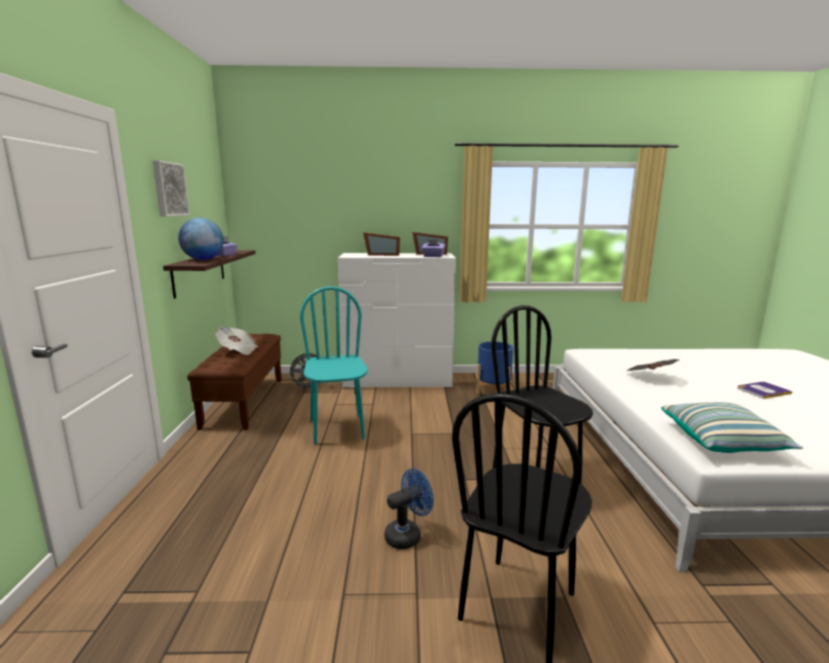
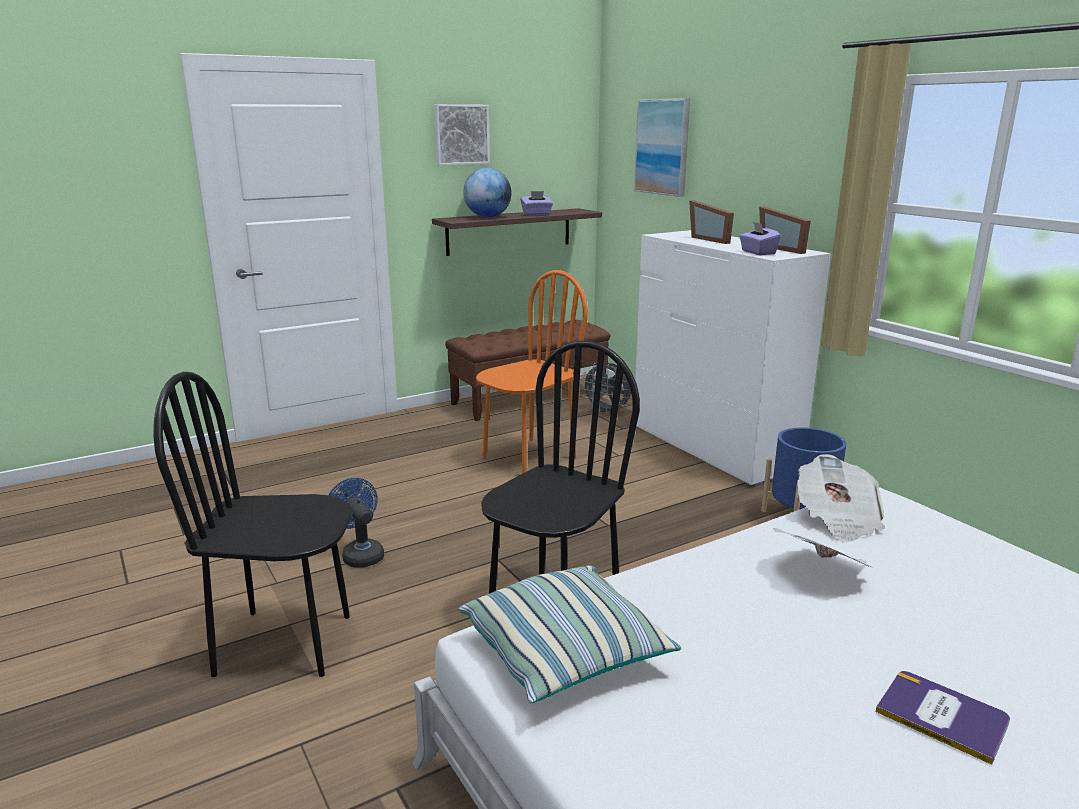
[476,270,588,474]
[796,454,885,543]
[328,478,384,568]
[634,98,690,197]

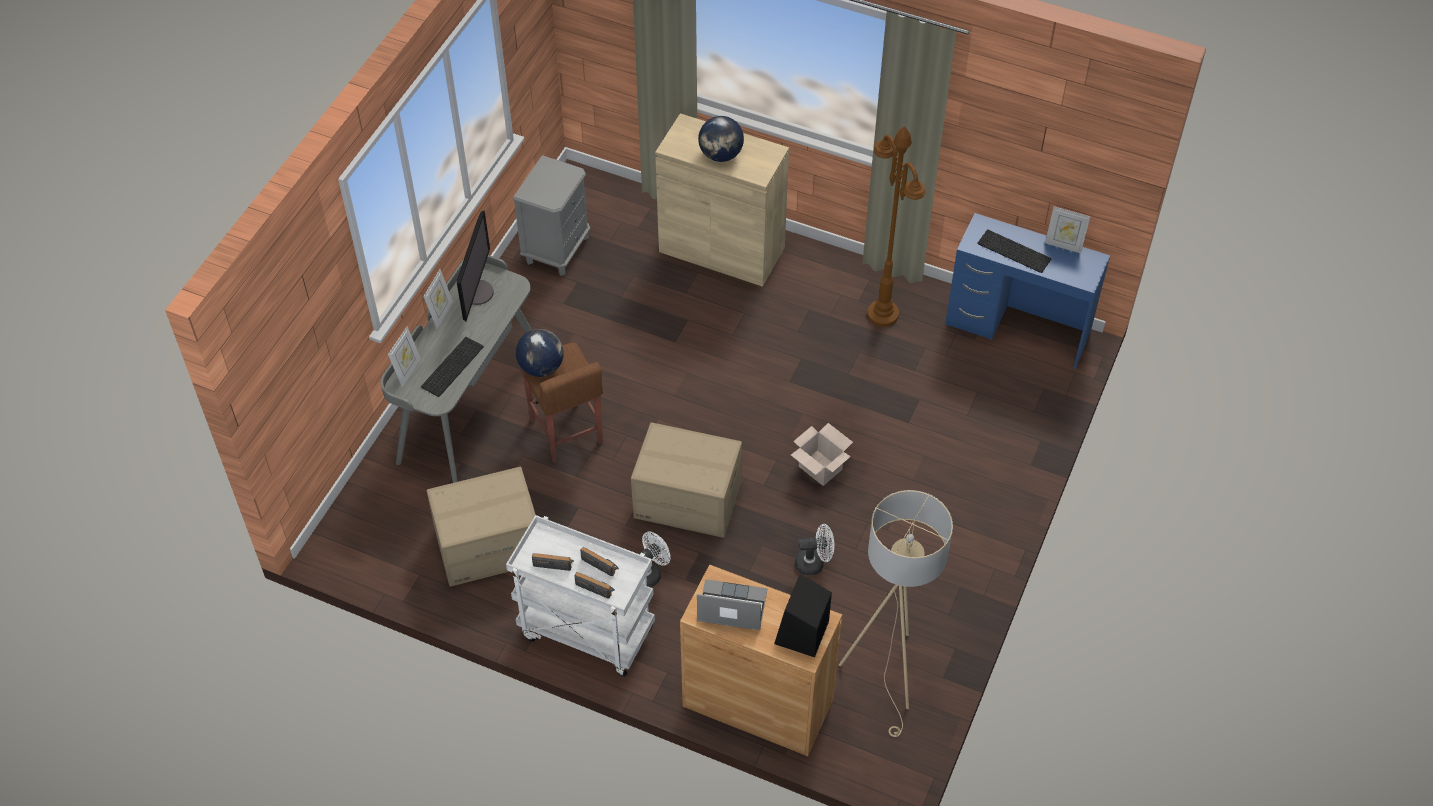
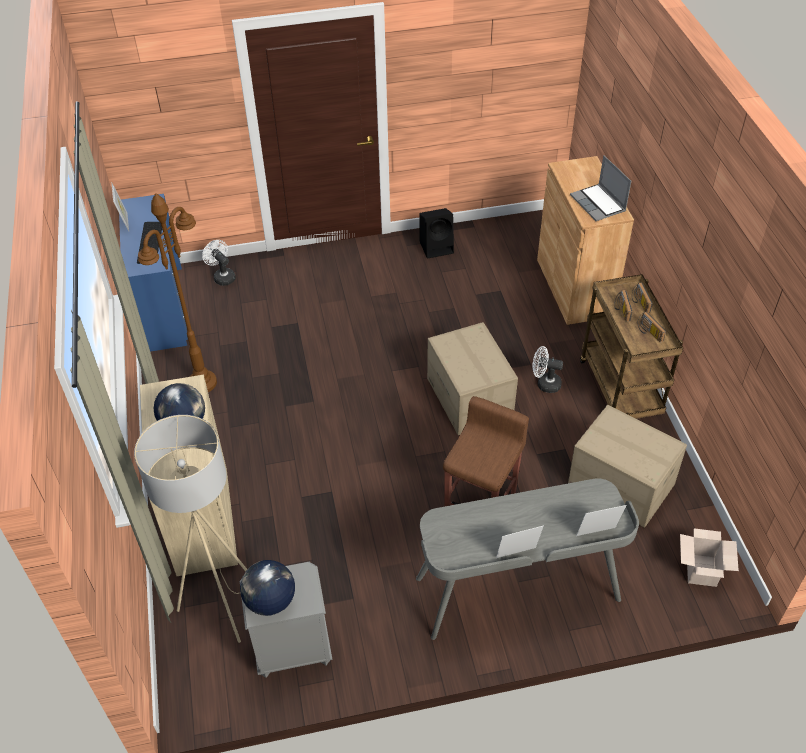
[457,210,494,321] (first image)
[240,560,295,616]
[421,337,484,397] (first image)
[680,528,739,587]
[134,415,248,643]
[580,274,683,419]
[202,240,236,286]
[419,208,454,259]

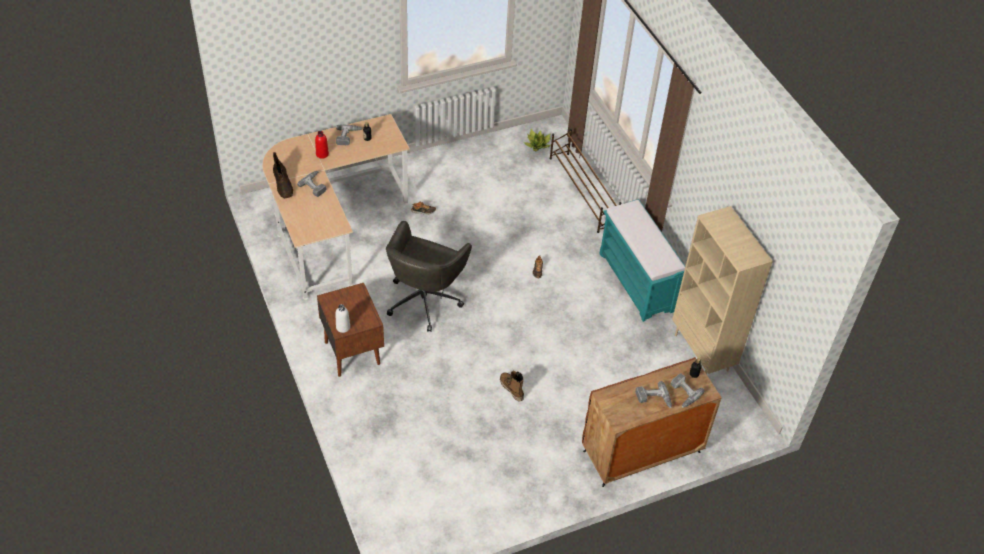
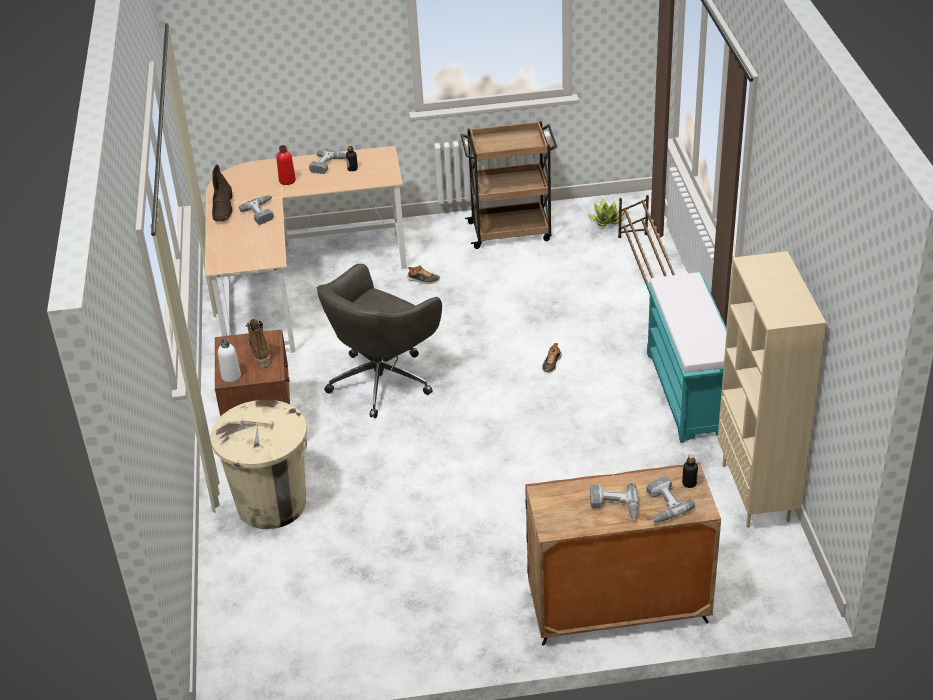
[246,319,271,368]
[461,121,557,249]
[210,400,307,529]

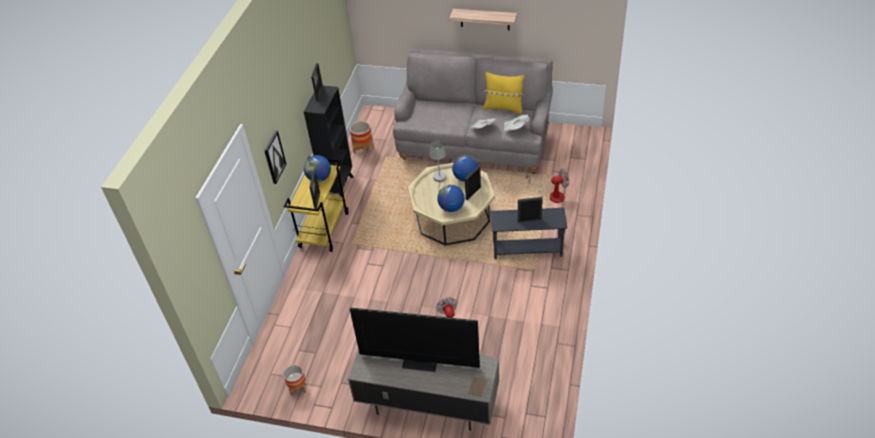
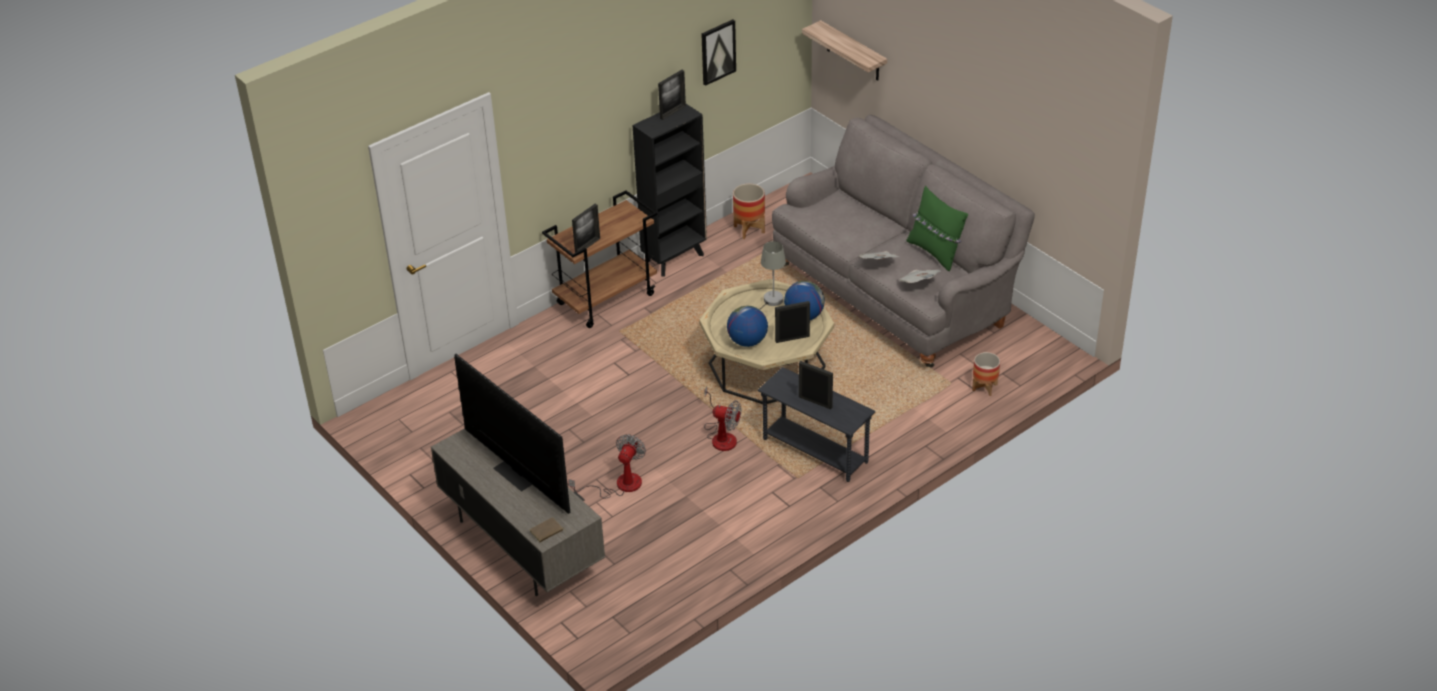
[802,20,887,80]
[906,186,968,272]
[701,19,736,86]
[304,155,331,182] (first image)
[542,190,657,328]
[704,386,741,451]
[972,352,1000,396]

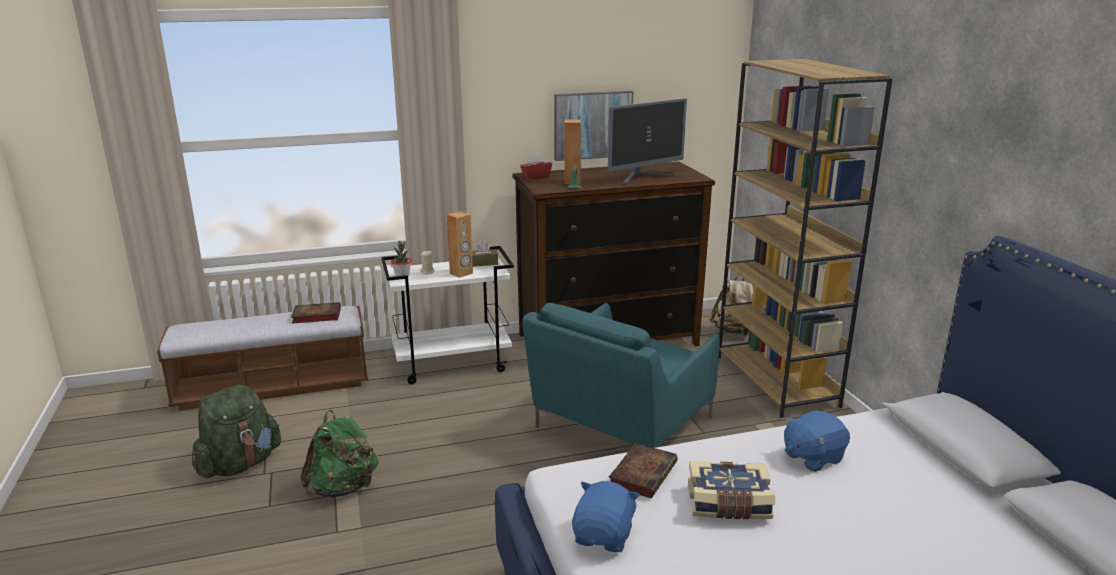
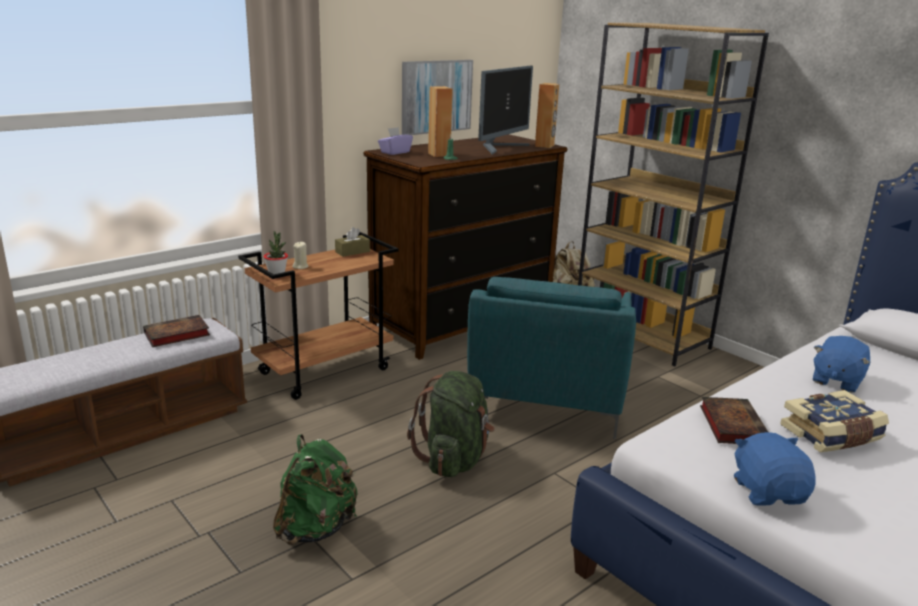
[378,127,413,155]
[535,83,559,148]
[238,232,399,400]
[407,371,495,477]

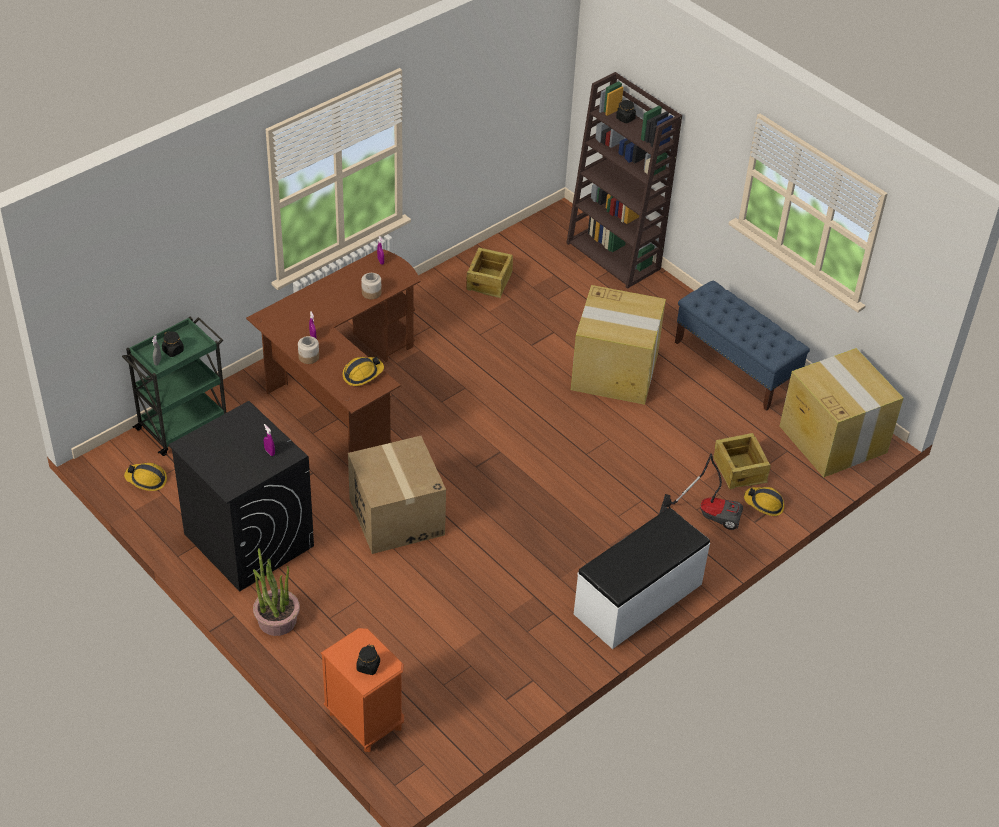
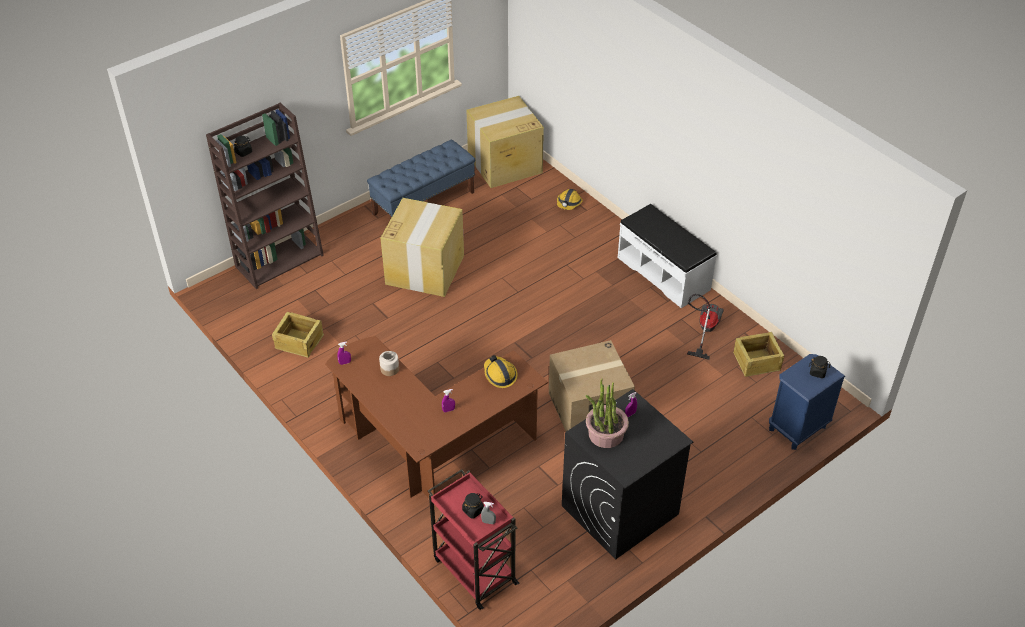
[428,469,519,610]
[298,336,319,364] (first image)
[733,332,784,377]
[687,294,724,360]
[124,463,167,491] (first image)
[586,379,629,448]
[769,354,845,450]

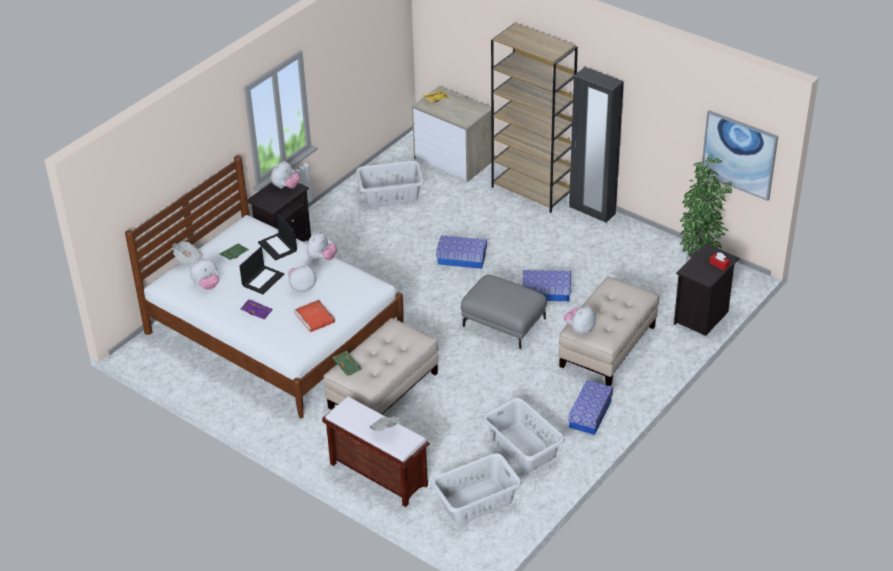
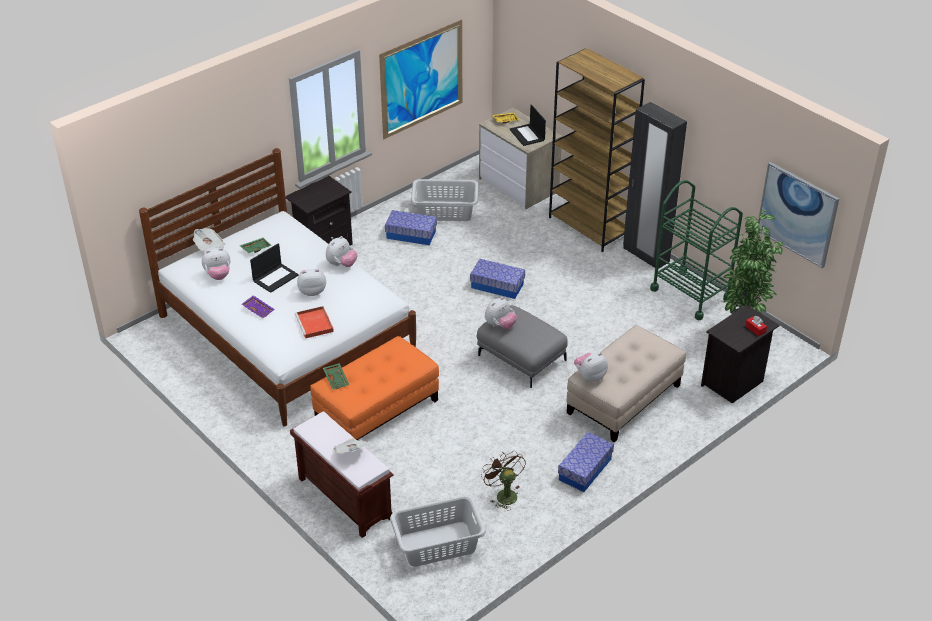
[485,297,517,329]
[510,105,546,146]
[385,210,437,245]
[310,336,439,440]
[481,450,526,510]
[379,19,462,139]
[650,180,743,320]

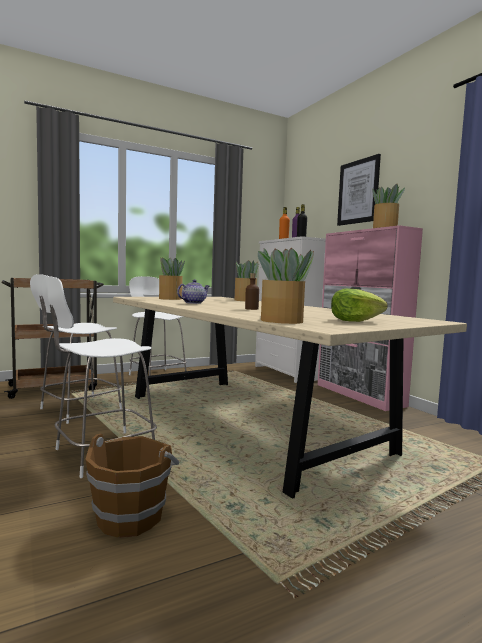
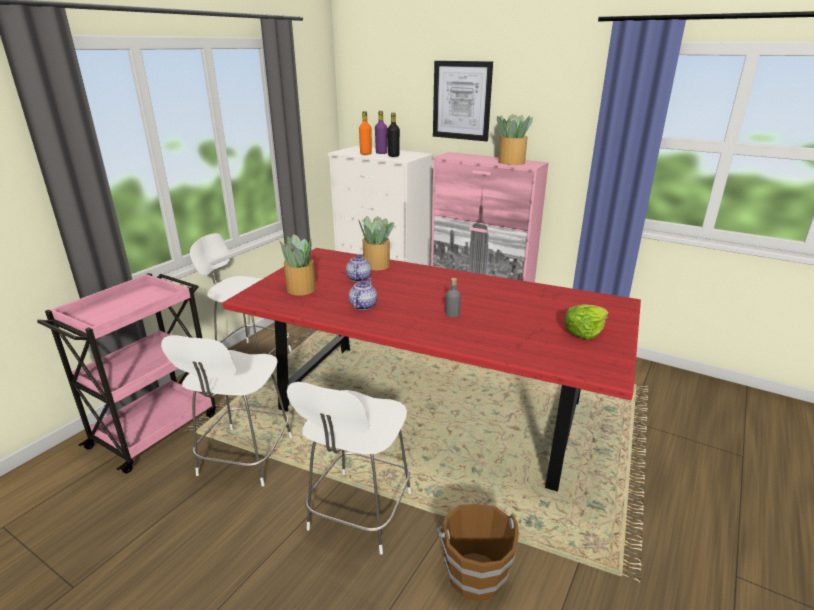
[258,248,314,324] (first image)
[445,278,461,317]
[37,273,216,474]
[222,248,641,492]
[346,254,371,282]

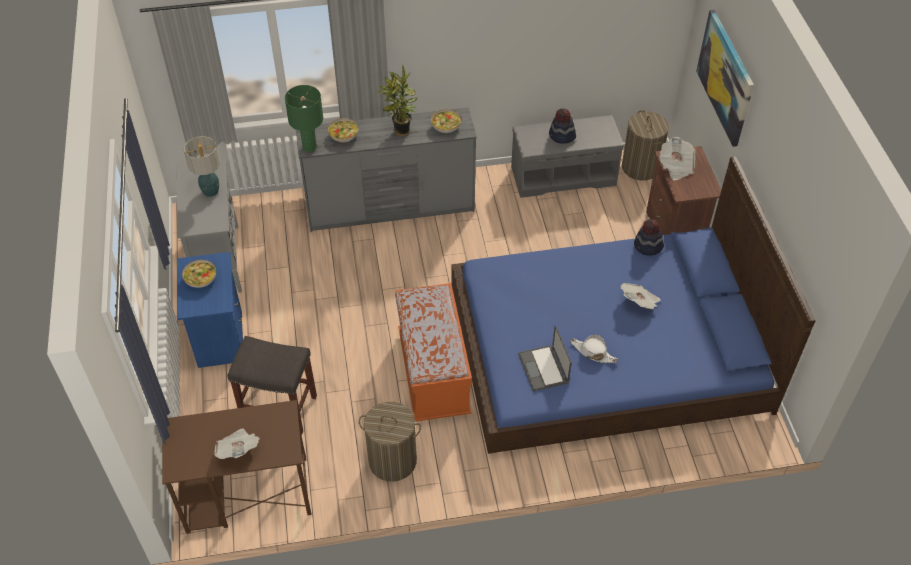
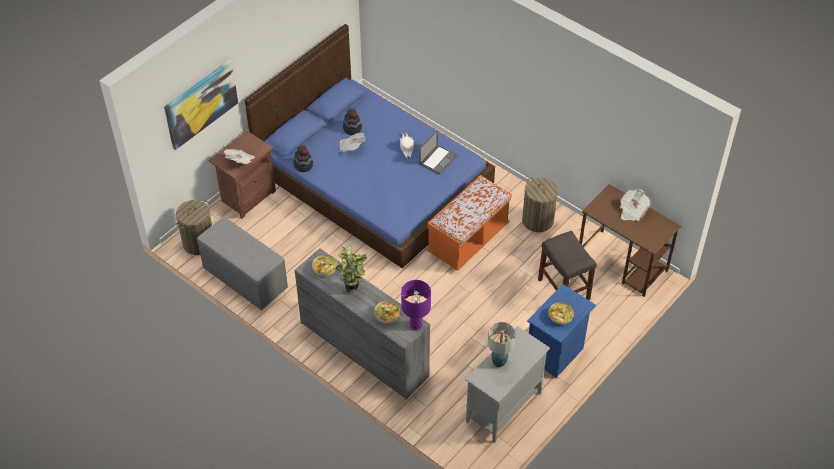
[401,280,431,330]
[343,108,362,135]

